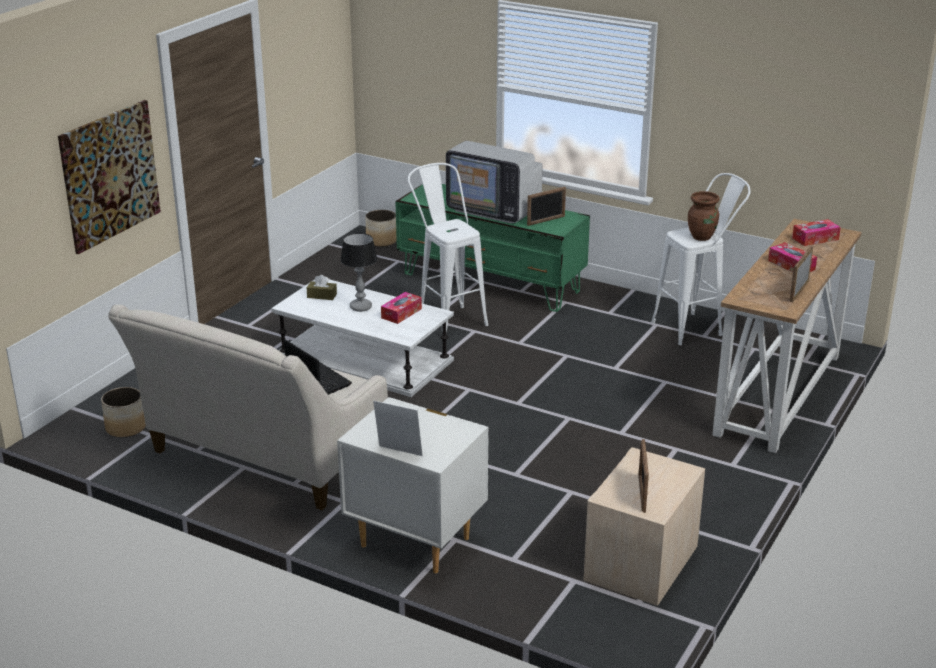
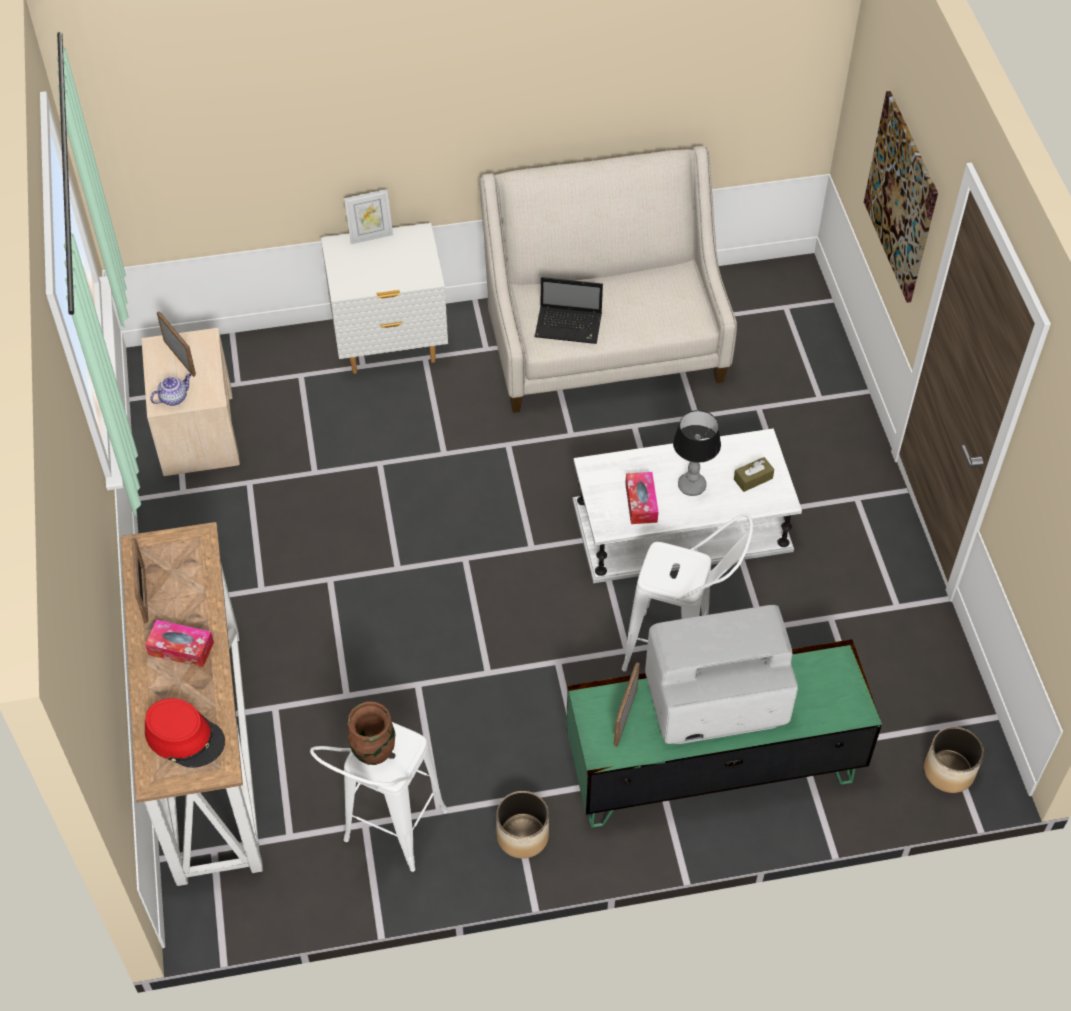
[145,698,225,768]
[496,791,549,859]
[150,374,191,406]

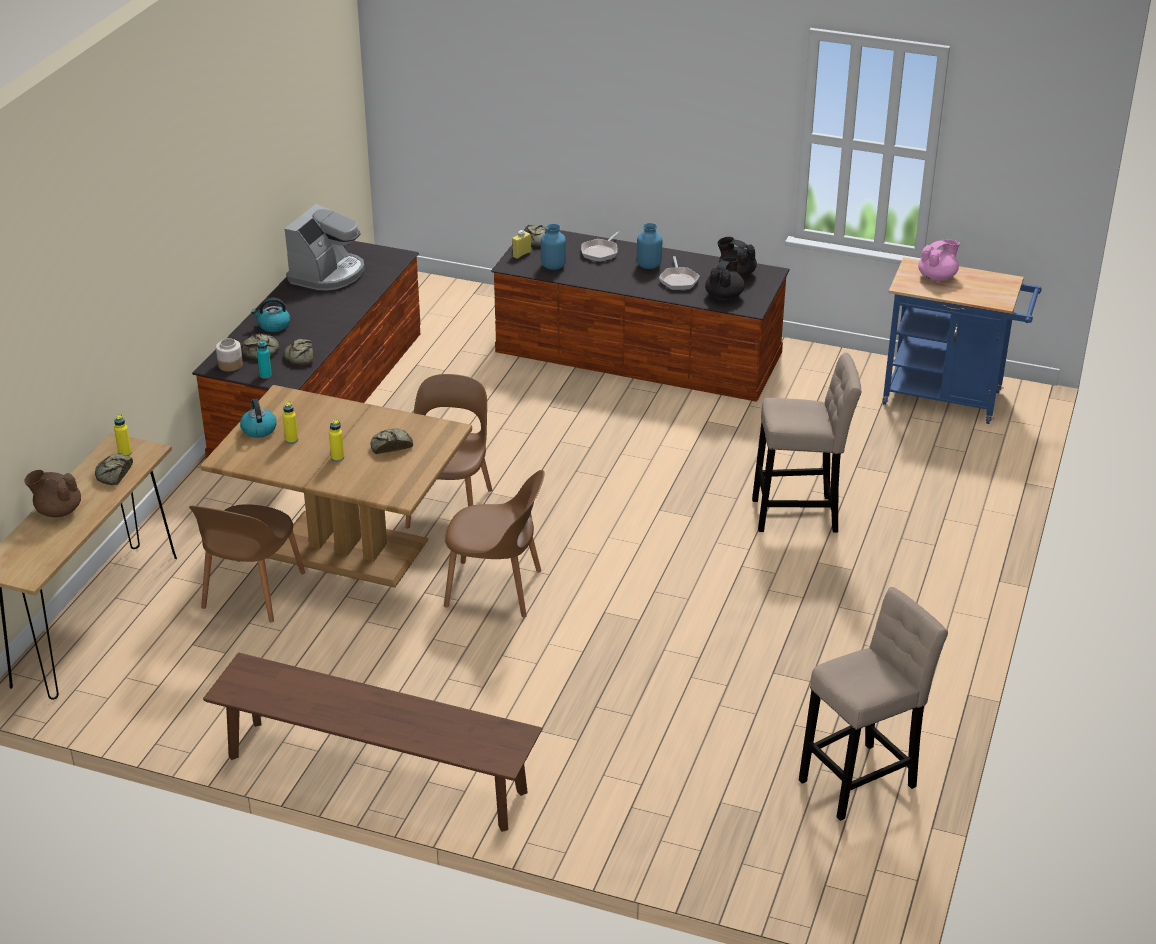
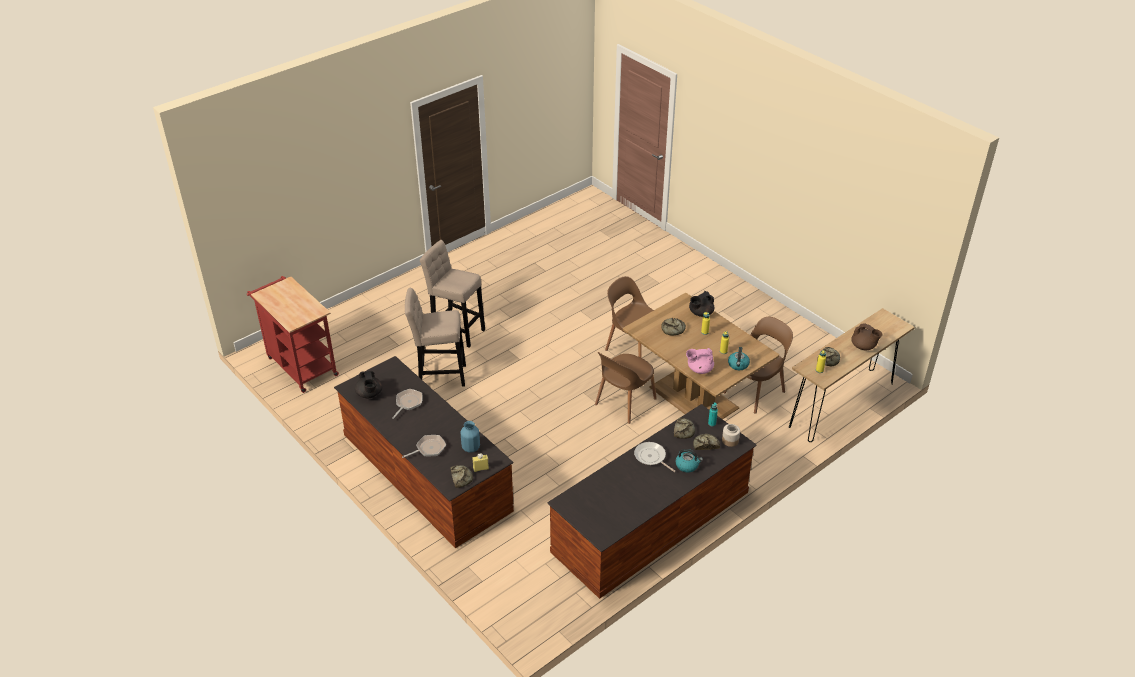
[285,204,364,290] (first image)
[637,223,662,269] (first image)
[686,348,714,374]
[689,291,714,317]
[247,276,339,393]
[405,288,466,387]
[203,653,542,832] (first image)
[634,442,676,472]

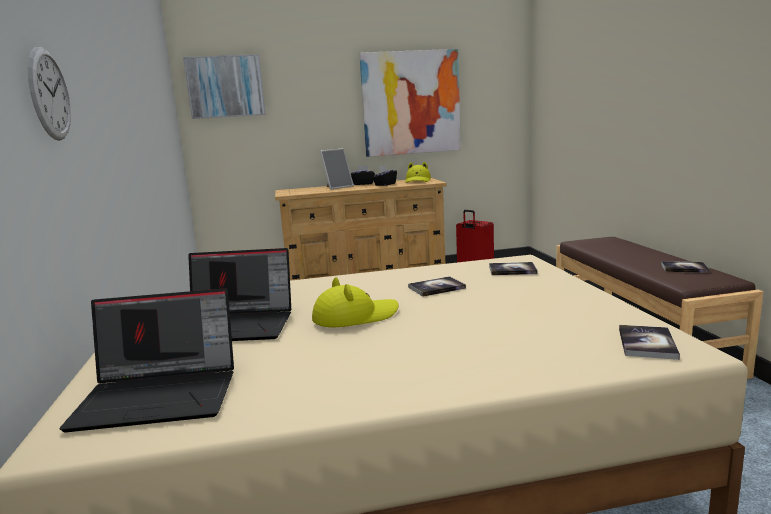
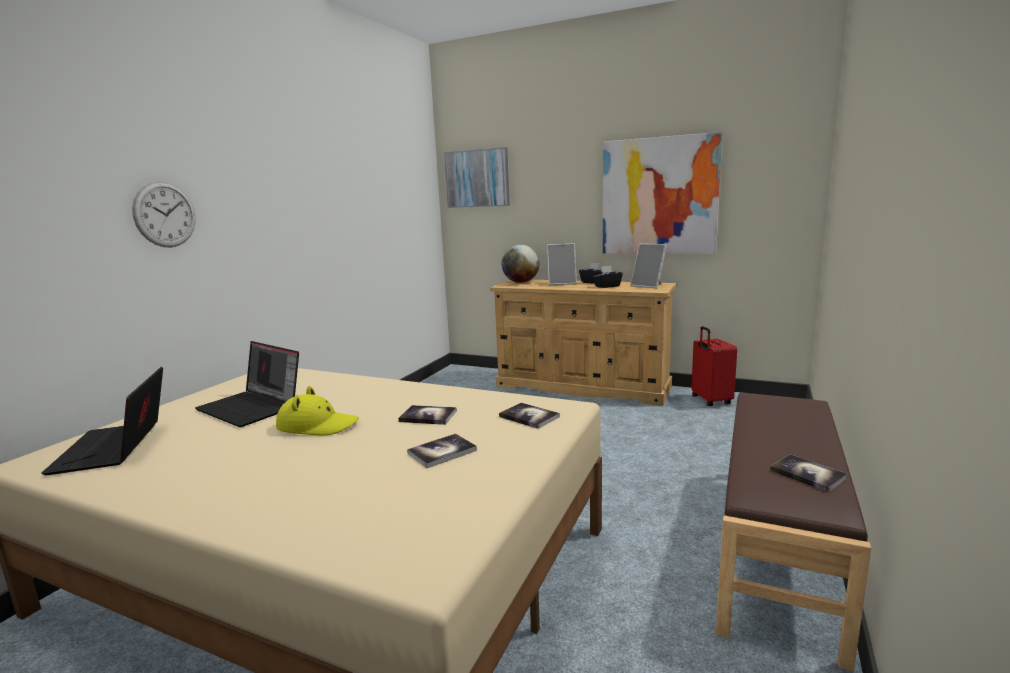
[630,243,667,289]
[41,367,163,475]
[407,434,477,468]
[502,244,540,283]

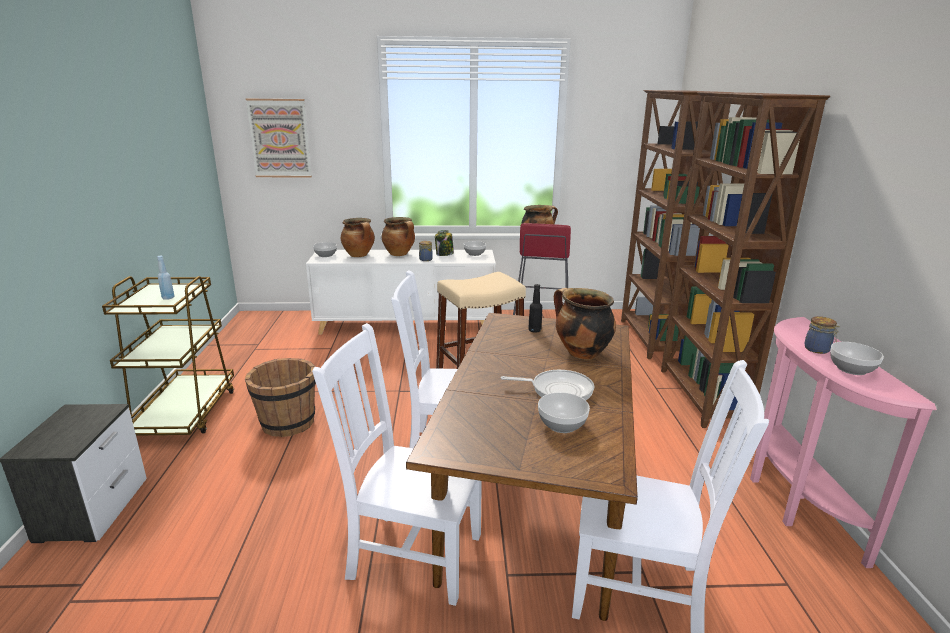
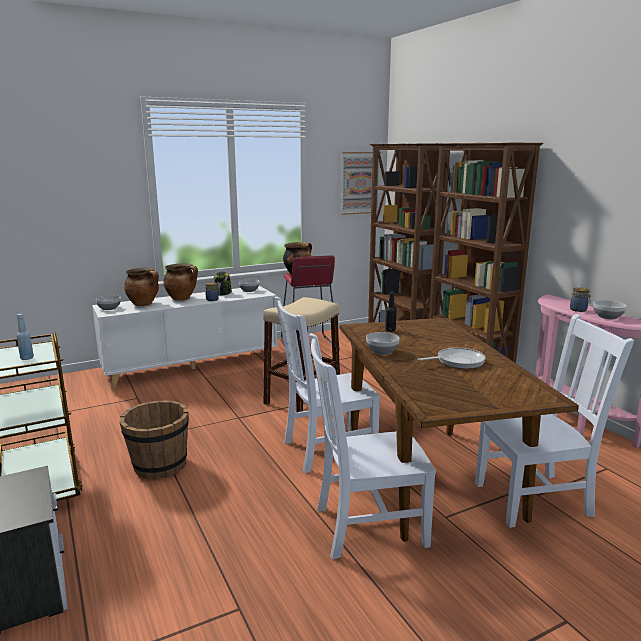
[341,152,381,215]
[554,288,616,359] (first image)
[366,332,400,355]

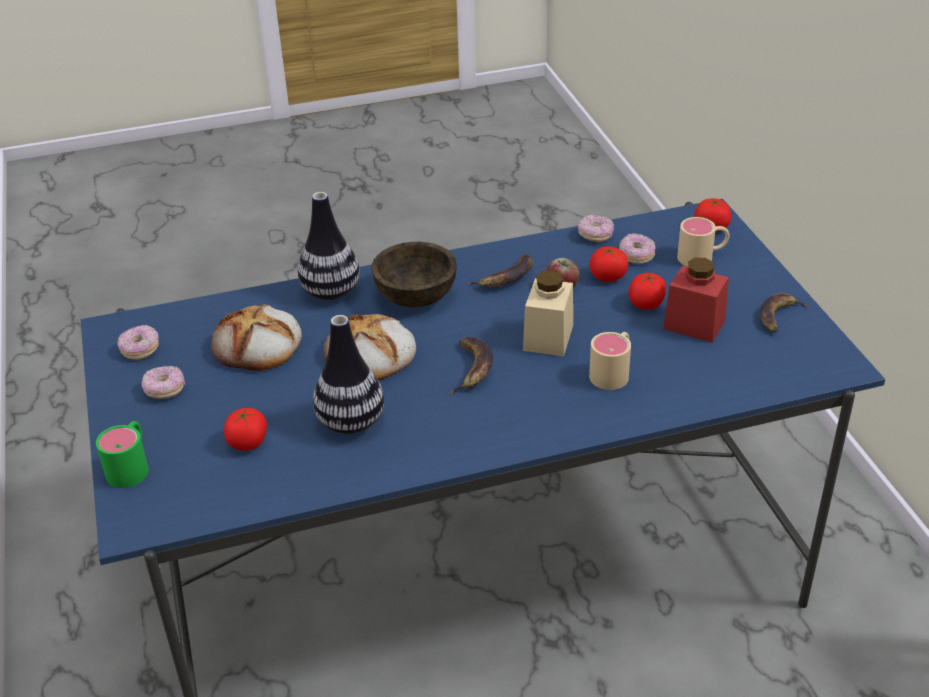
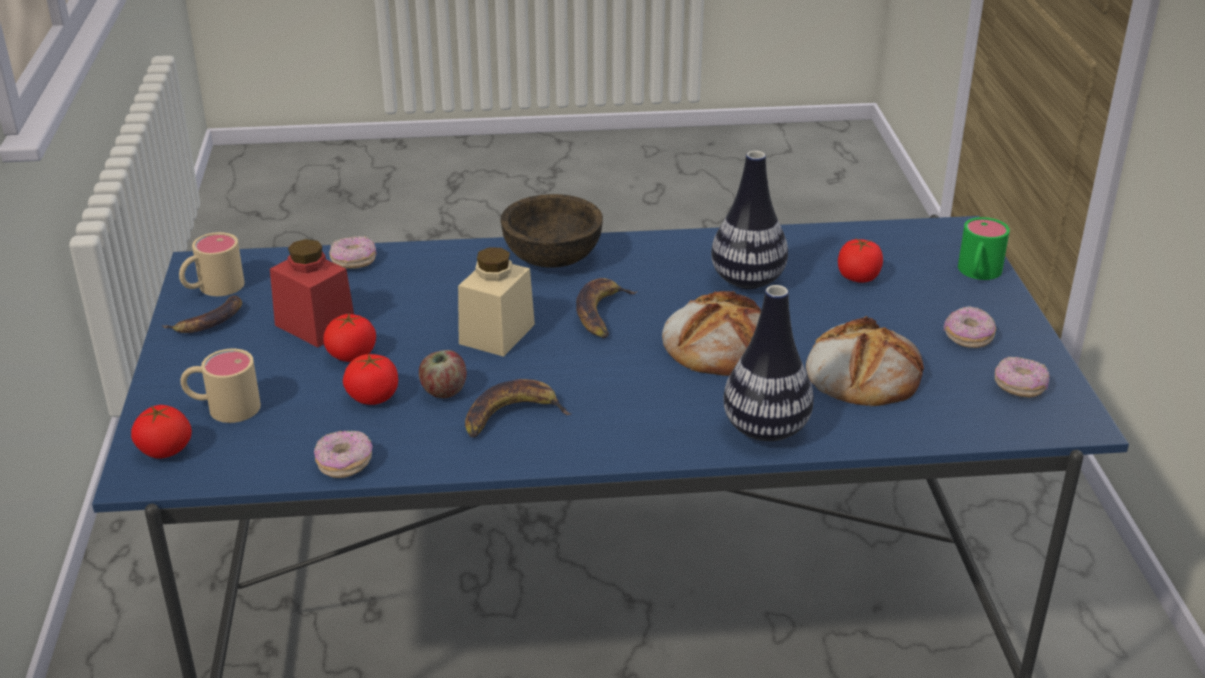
[329,236,377,268]
[500,194,603,268]
[179,232,245,296]

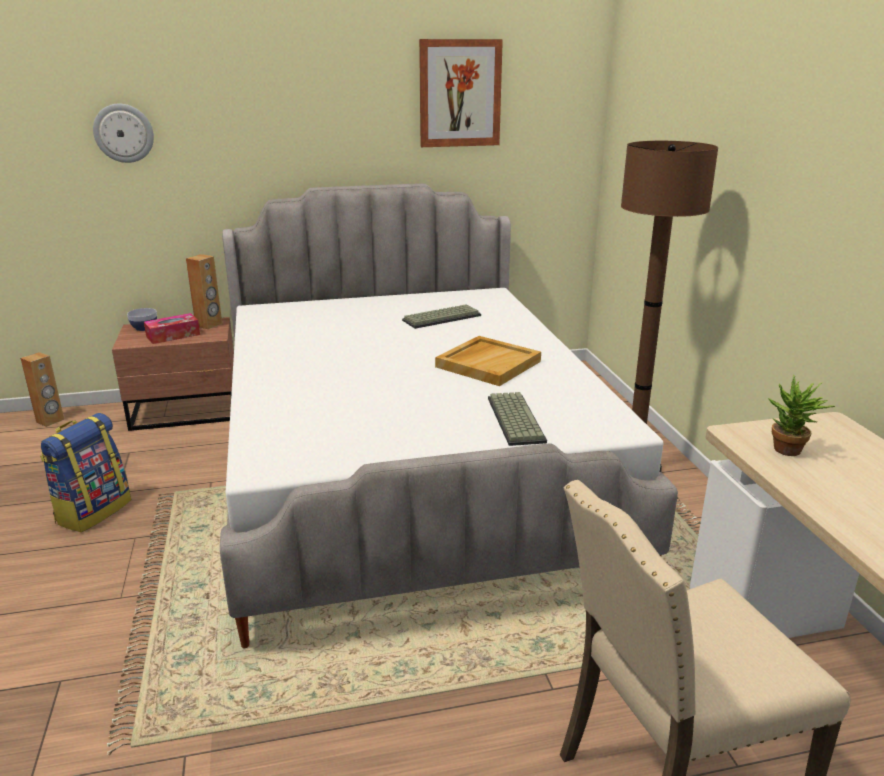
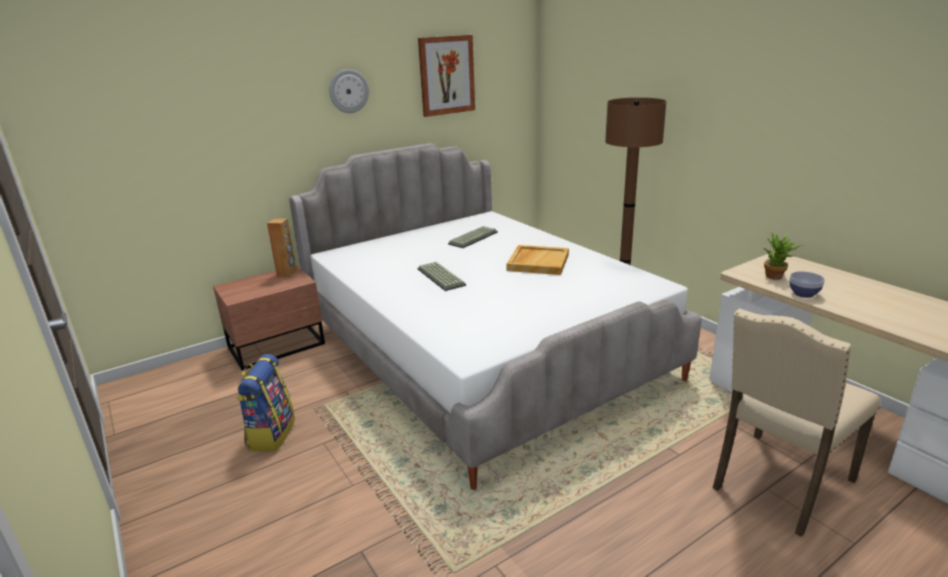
[329,69,369,113]
[790,271,825,298]
[144,313,200,344] (first image)
[20,352,64,427] (first image)
[418,262,466,291]

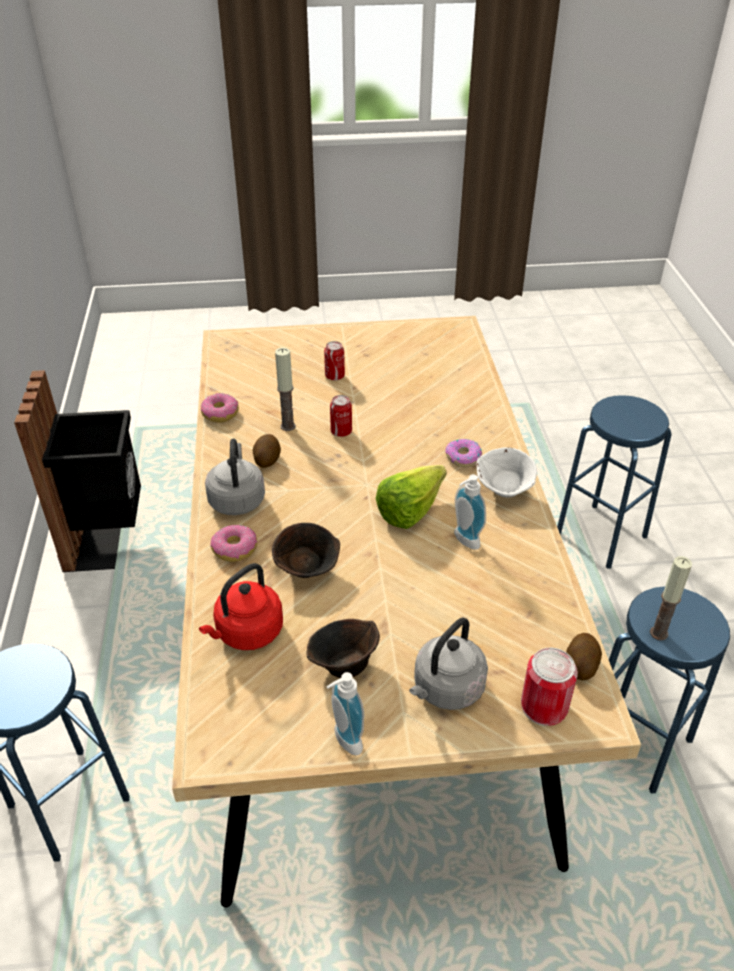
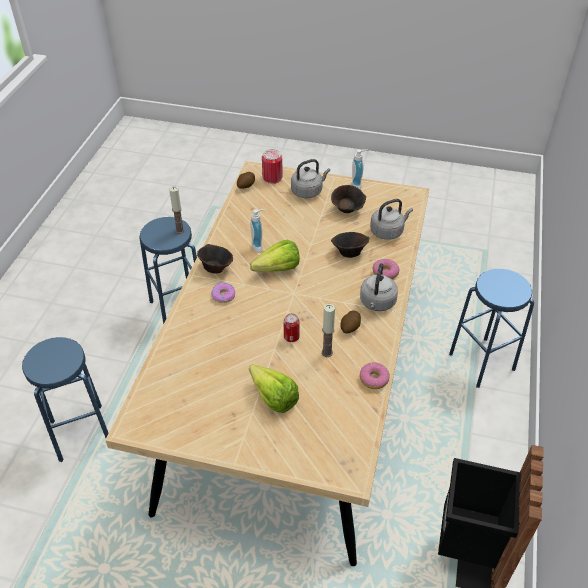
[249,364,299,413]
[197,244,233,274]
[370,199,413,240]

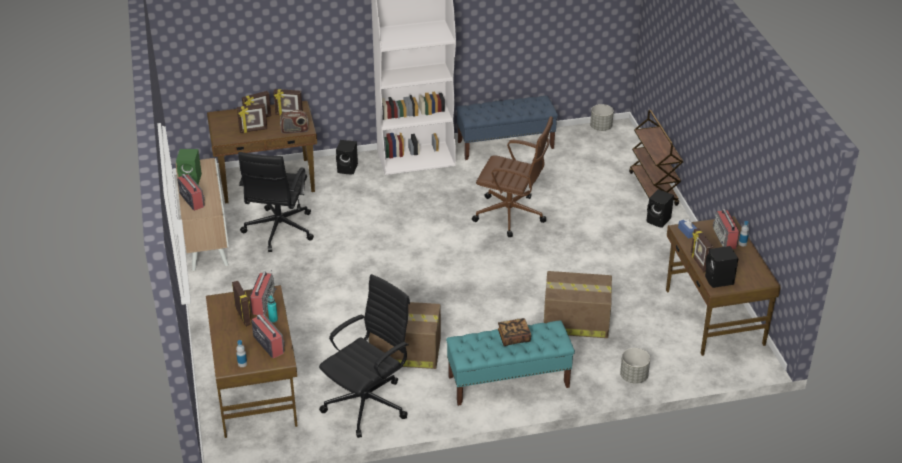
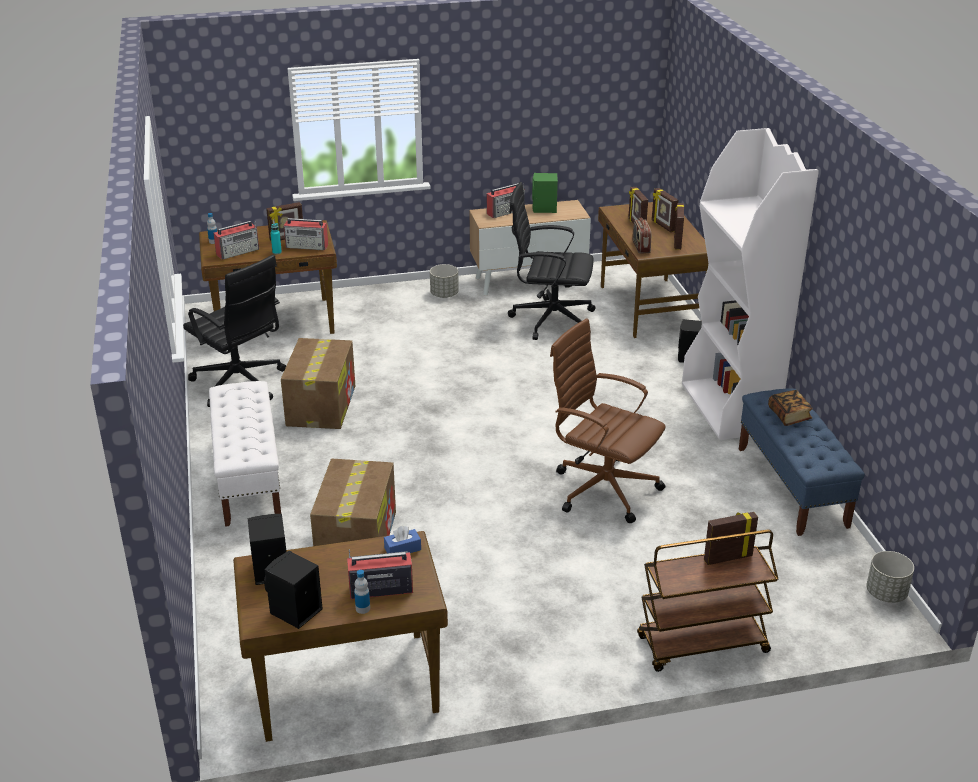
[550,318,665,523]
[264,551,323,629]
[704,512,758,565]
[768,390,813,426]
[209,381,281,527]
[430,264,459,298]

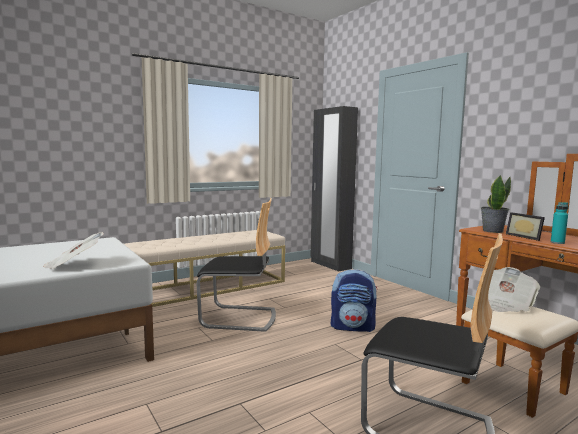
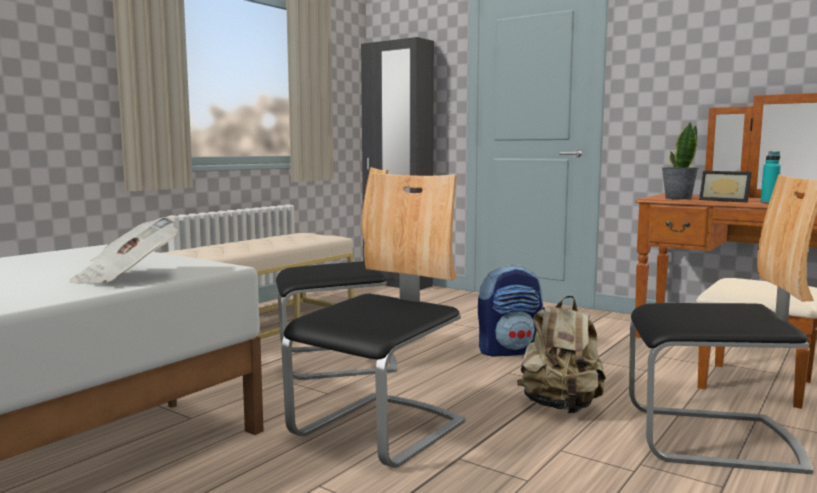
[488,267,541,312] (first image)
[281,172,466,468]
[517,296,606,413]

